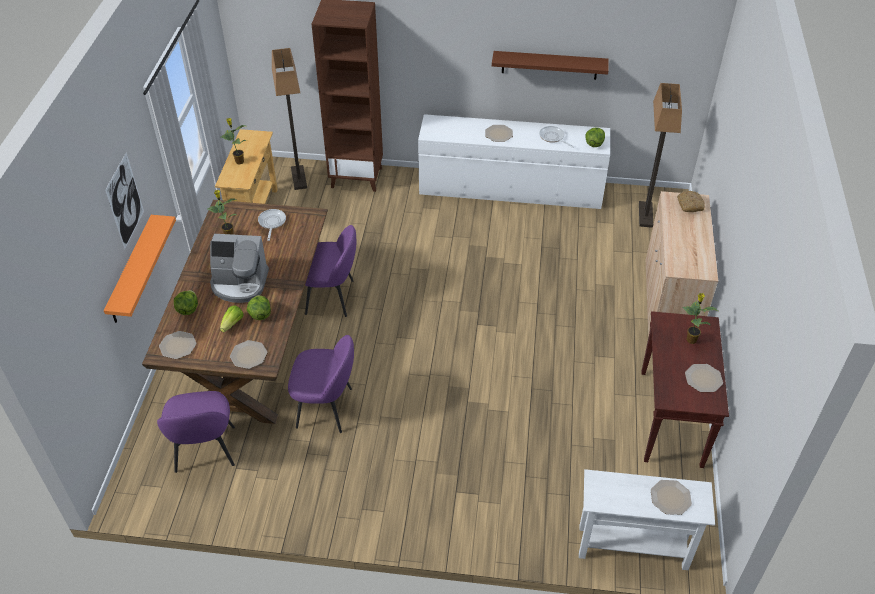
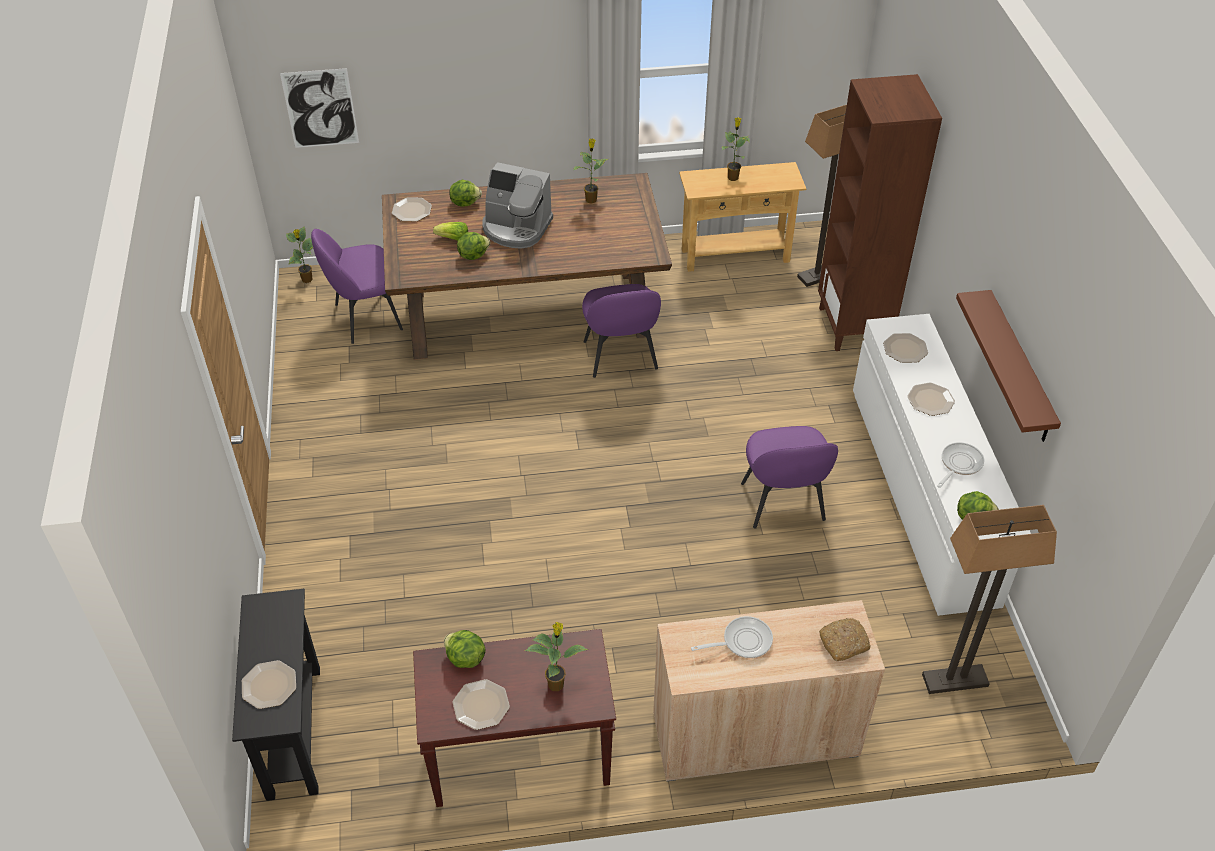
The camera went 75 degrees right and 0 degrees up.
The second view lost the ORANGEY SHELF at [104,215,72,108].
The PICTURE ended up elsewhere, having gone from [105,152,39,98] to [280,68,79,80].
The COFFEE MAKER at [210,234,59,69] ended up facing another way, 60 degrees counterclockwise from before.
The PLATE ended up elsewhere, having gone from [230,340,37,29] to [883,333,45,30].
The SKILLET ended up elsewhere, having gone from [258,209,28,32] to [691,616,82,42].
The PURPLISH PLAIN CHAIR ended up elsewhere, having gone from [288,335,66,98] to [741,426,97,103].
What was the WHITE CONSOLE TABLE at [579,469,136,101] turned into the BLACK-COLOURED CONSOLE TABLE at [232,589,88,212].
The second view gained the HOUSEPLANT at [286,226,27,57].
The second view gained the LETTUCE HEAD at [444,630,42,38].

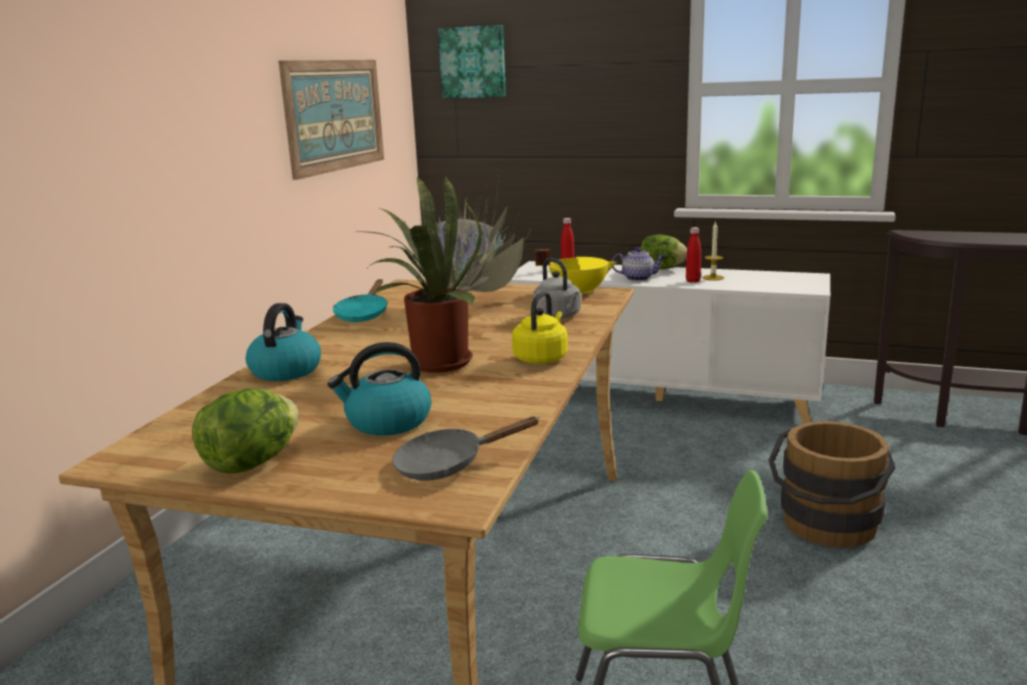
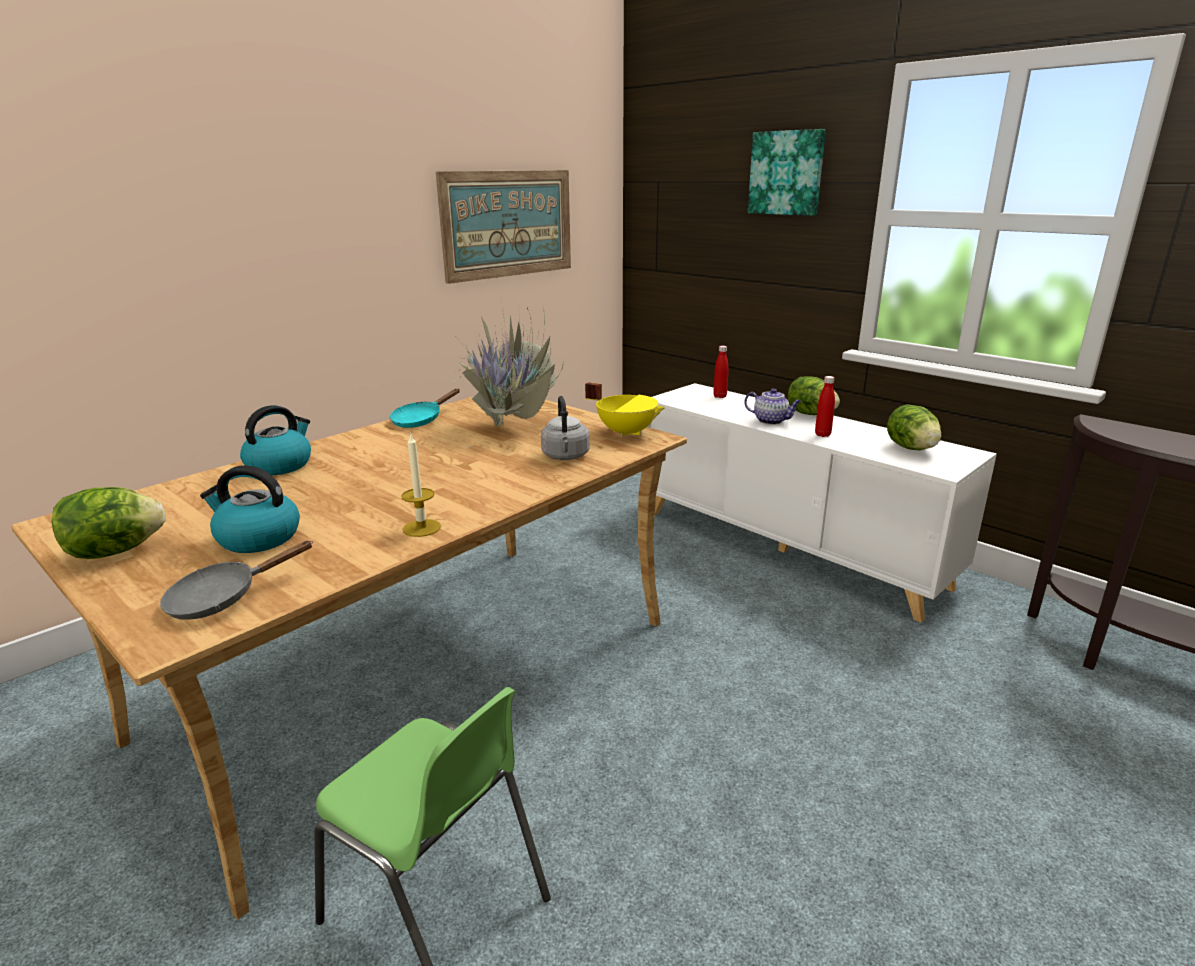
The camera went 25 degrees right and 5 degrees up.
The second view lost the HOUSEPLANT at [354,175,128,198].
The GREY SKILLET at [392,416,148,65] ended up facing another way, 45 degrees counterclockwise from before.
The PICTURE ended up elsewhere, having gone from [438,25,68,74] to [748,129,78,87].
The second view lost the YELLOW TEA KETTLE at [512,291,56,73].
The WAX LIGHT ended up elsewhere, having gone from [702,221,22,60] to [401,432,40,105].
The second view lost the BROWN WATER BUCKET at [768,421,127,127].
The second view gained the LETTUCE HEAD at [887,404,54,46].

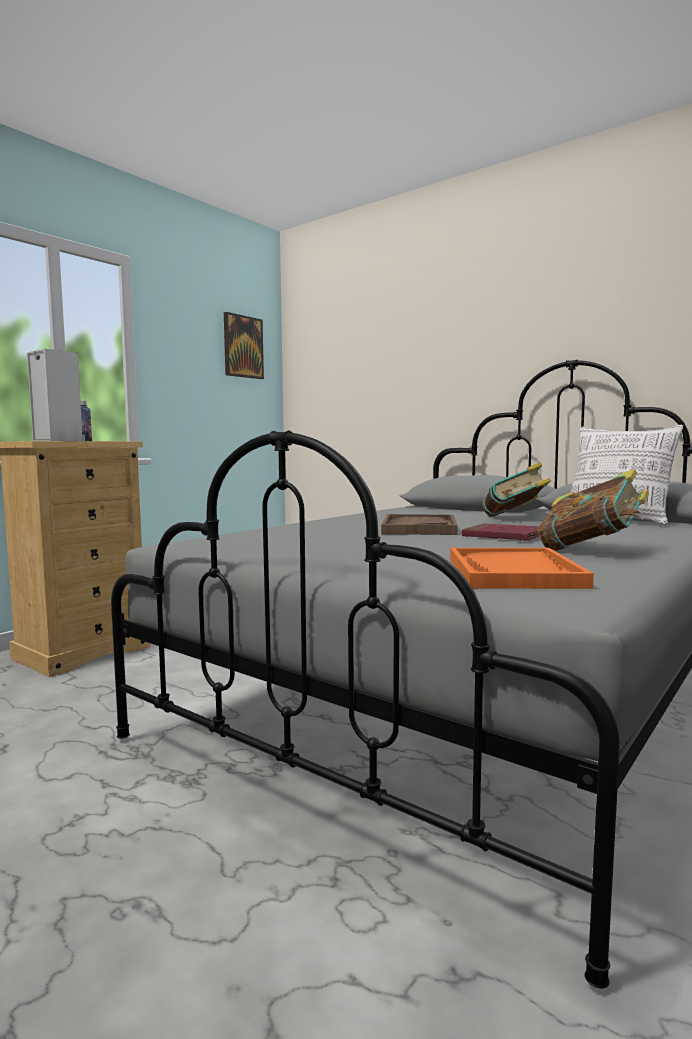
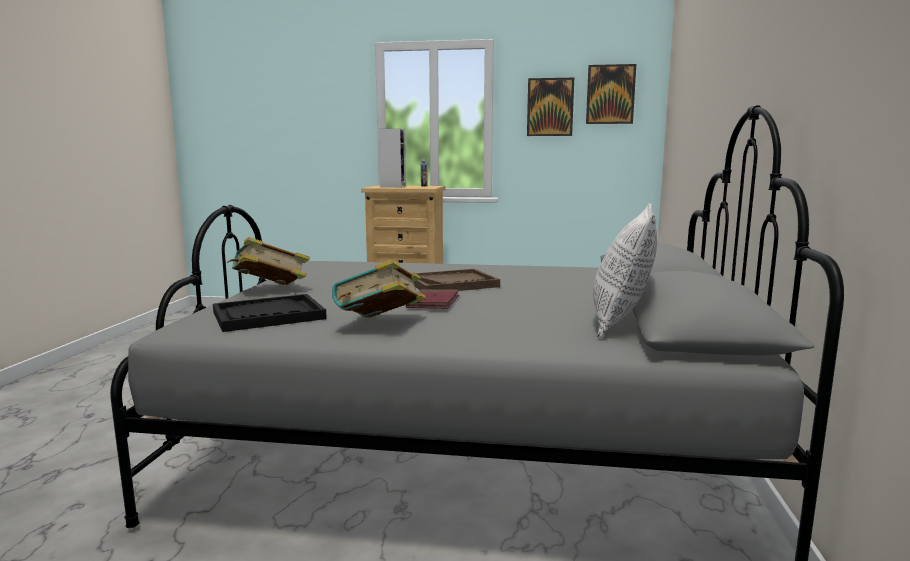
The camera went 60 degrees right and 5 degrees up.
What was the ORANGEY SERVING TRAY at [450,548,144,41] turned into the BLACK-COLOURED SERVING TRAY at [213,294,114,38].
The VOLUME ended up elsewhere, having gone from [482,462,69,55] to [227,237,83,48].
The second view gained the PICTURE at [527,78,47,58].

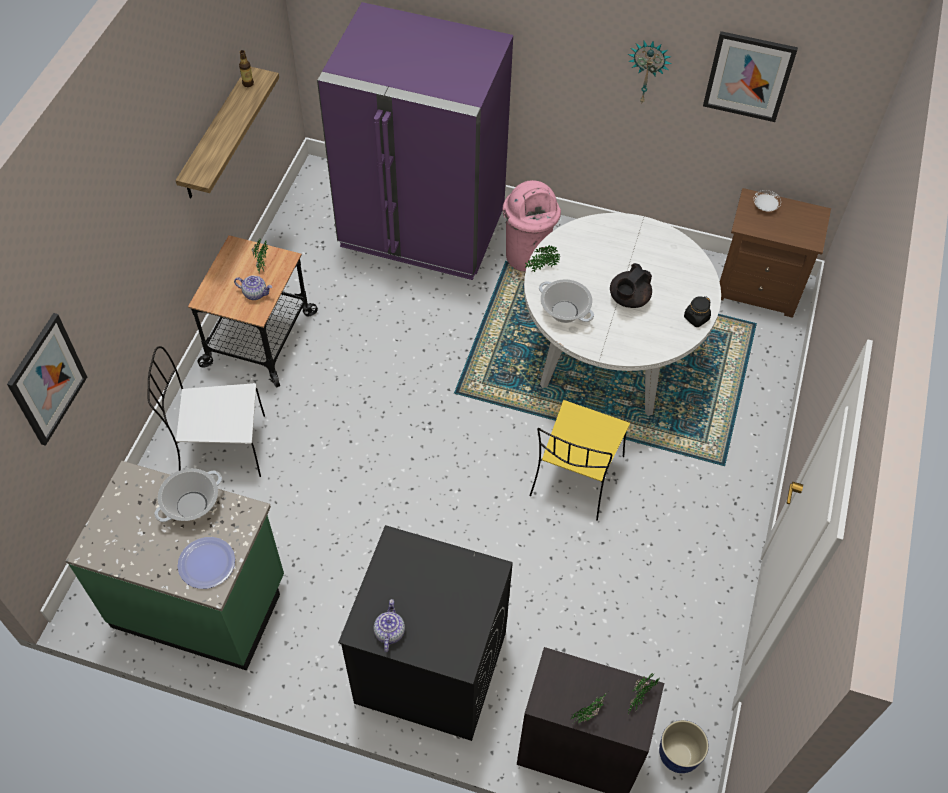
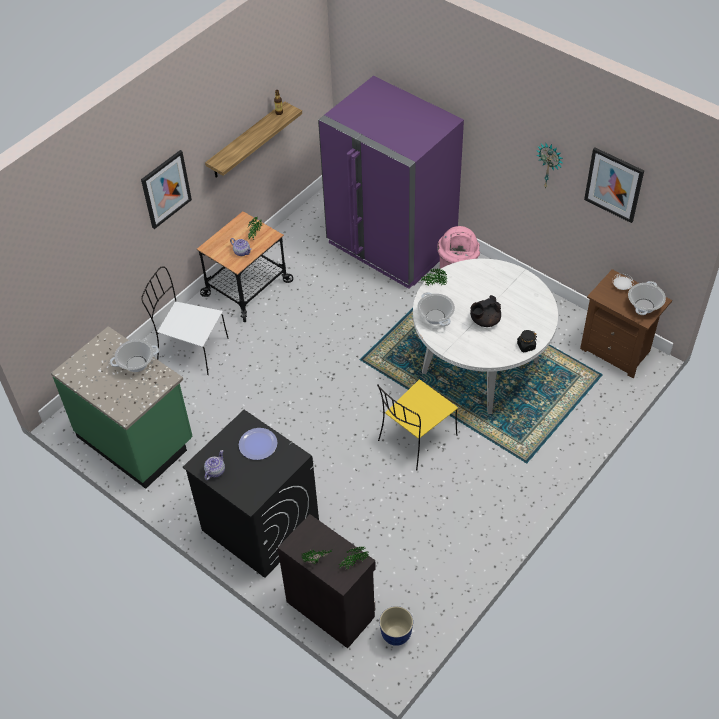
The camera went 25 degrees right and 5 degrees down.
The PICTURE ended up elsewhere, having gone from [7,313,80,133] to [141,150,51,79].
The PLATE ended up elsewhere, having gone from [177,537,58,52] to [239,428,38,32].
The second view gained the SAUCEPOT at [628,281,38,34].

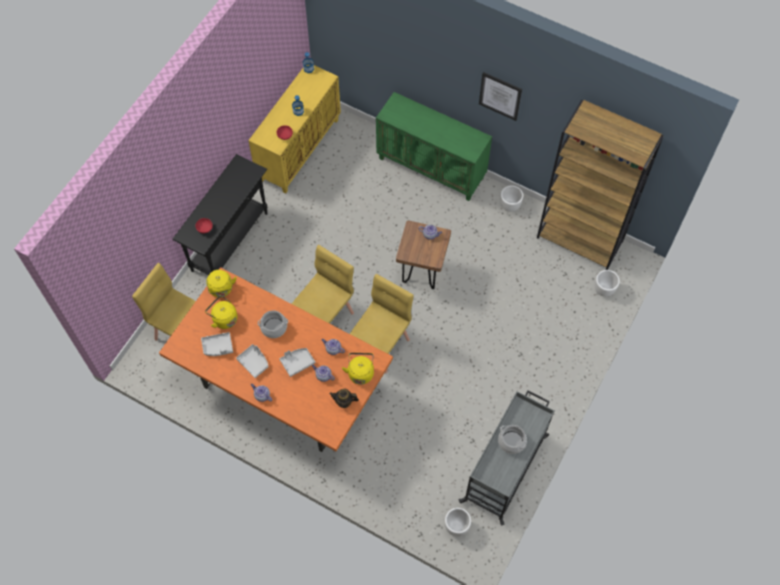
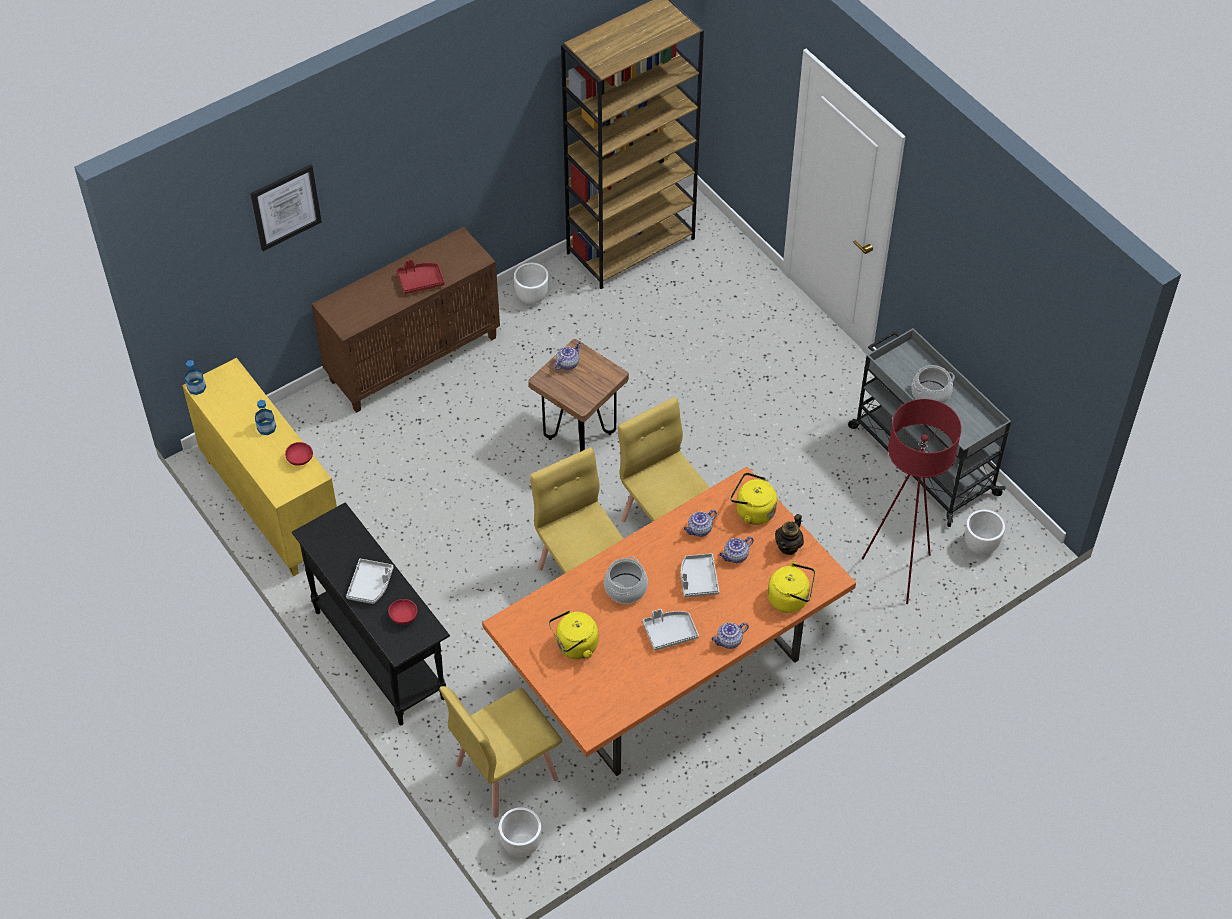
The camera went 65 degrees left and 10 degrees down.
The GREY SERVING TRAY ended up elsewhere, having gone from [201,332,32,24] to [346,559,48,45].
The YELLOW TEA KETTLE ended up elsewhere, having gone from [206,270,31,27] to [768,560,47,53].
What was the GREENISH STORAGE CABINET at [376,92,116,109] turned into the BROWN STORAGE CABINET at [312,227,188,186].
The PICTURE ended up elsewhere, having gone from [479,72,43,49] to [250,164,72,87].
The WHITE FLOWER POT ended up elsewhere, having gone from [595,270,25,27] to [499,807,42,50].
The second view gained the RED SERVING TRAY at [397,259,48,35].
The second view gained the RED FLOOR LAMP at [862,399,100,205].

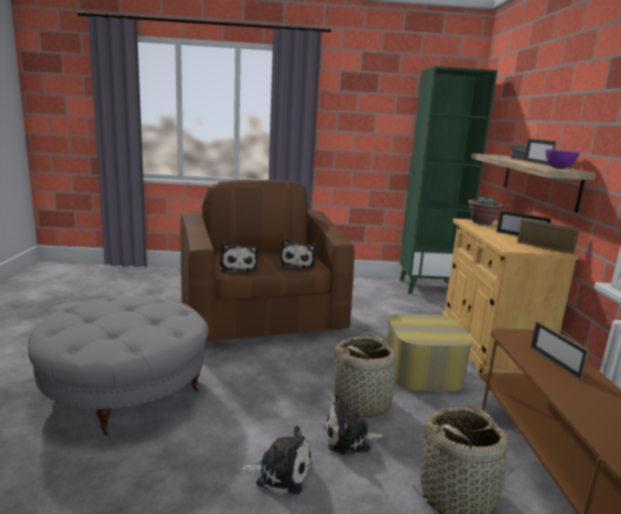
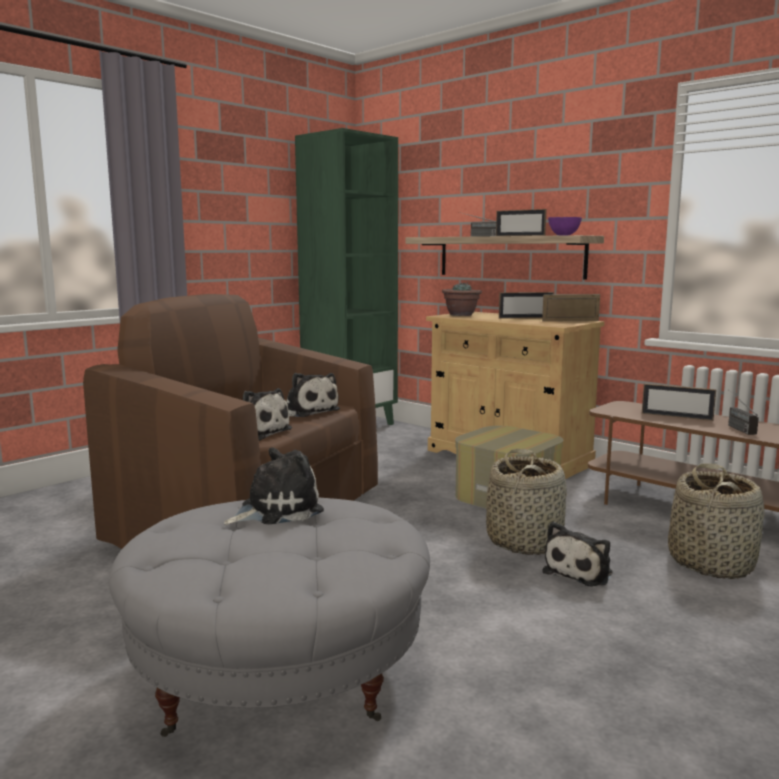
The camera went 45 degrees left and 5 degrees down.
The PLUSH TOY ended up elsewhere, having gone from [240,426,72,69] to [224,447,100,78].
The second view gained the RADIO RECEIVER at [728,389,31,46].

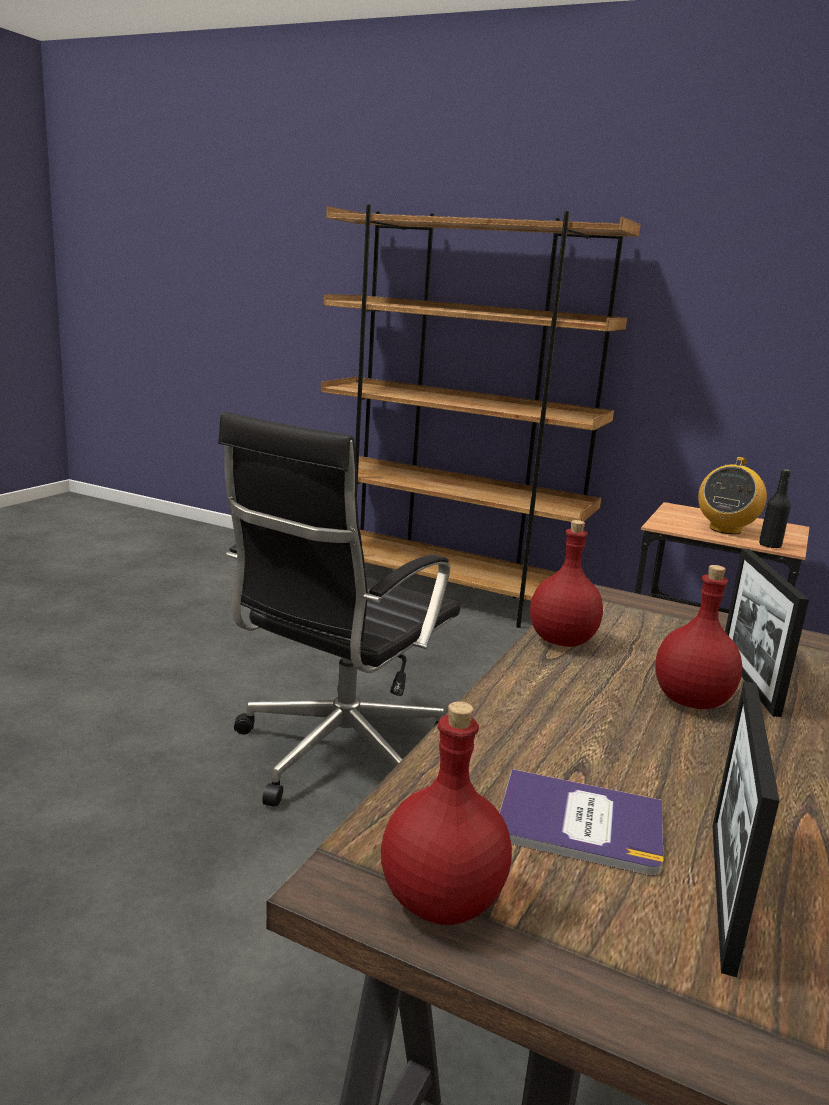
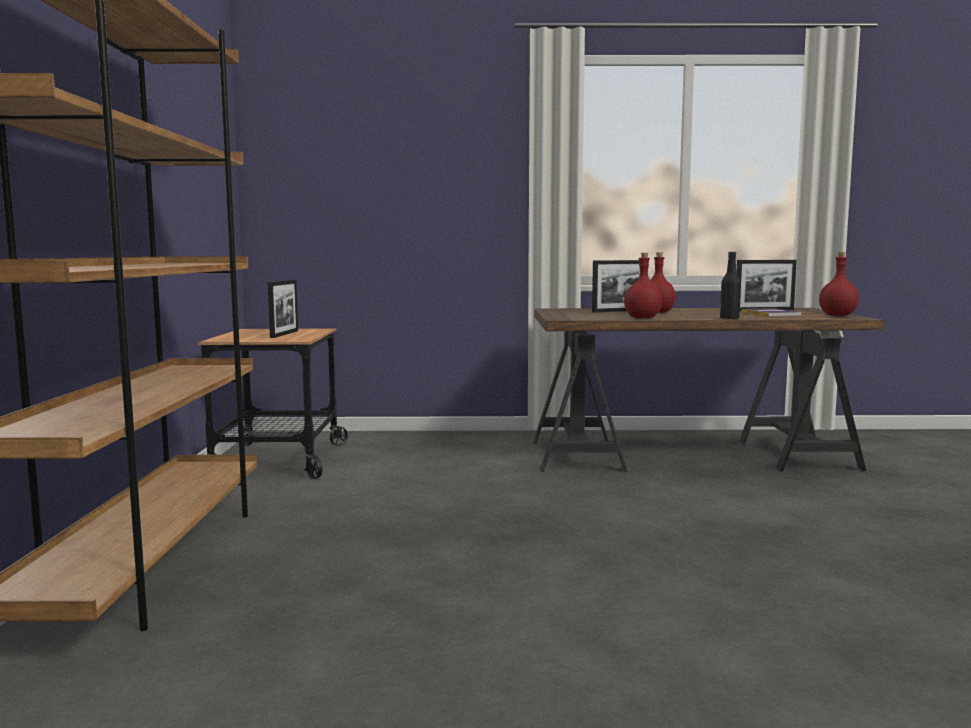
The camera went 115 degrees left and 10 degrees down.
The second view lost the BLACK-COLOURED DESK CHAIR at [218,412,243,395].
Where the RADIO RECEIVER stood at [698,457,69,77], the PICTURE FRAME came to stand at [268,280,30,58].
The BLACK-COLOURED DRINK BOTTLE ended up elsewhere, having gone from [759,469,32,79] to [720,252,21,67].

